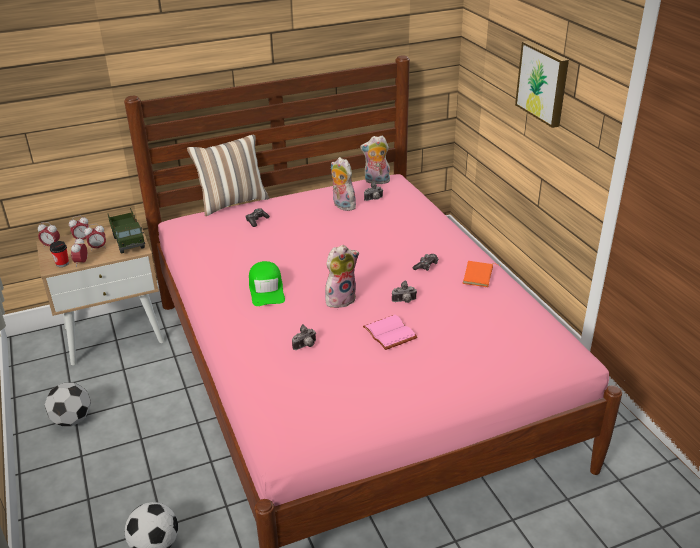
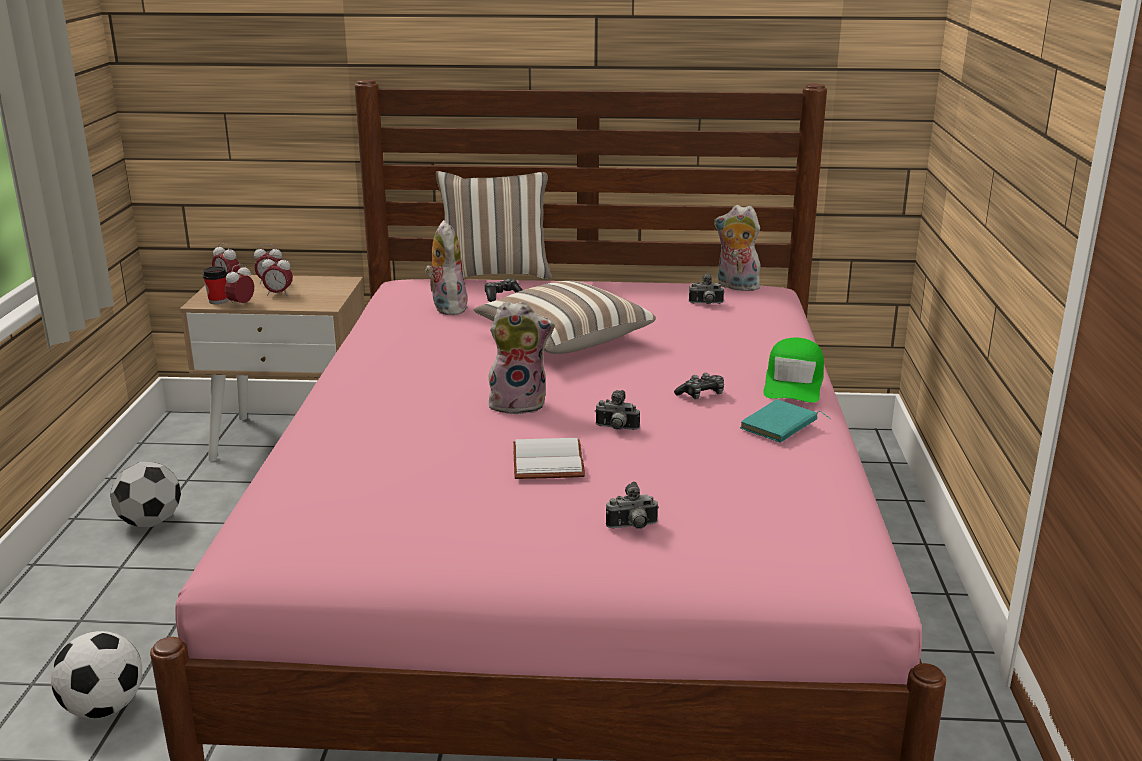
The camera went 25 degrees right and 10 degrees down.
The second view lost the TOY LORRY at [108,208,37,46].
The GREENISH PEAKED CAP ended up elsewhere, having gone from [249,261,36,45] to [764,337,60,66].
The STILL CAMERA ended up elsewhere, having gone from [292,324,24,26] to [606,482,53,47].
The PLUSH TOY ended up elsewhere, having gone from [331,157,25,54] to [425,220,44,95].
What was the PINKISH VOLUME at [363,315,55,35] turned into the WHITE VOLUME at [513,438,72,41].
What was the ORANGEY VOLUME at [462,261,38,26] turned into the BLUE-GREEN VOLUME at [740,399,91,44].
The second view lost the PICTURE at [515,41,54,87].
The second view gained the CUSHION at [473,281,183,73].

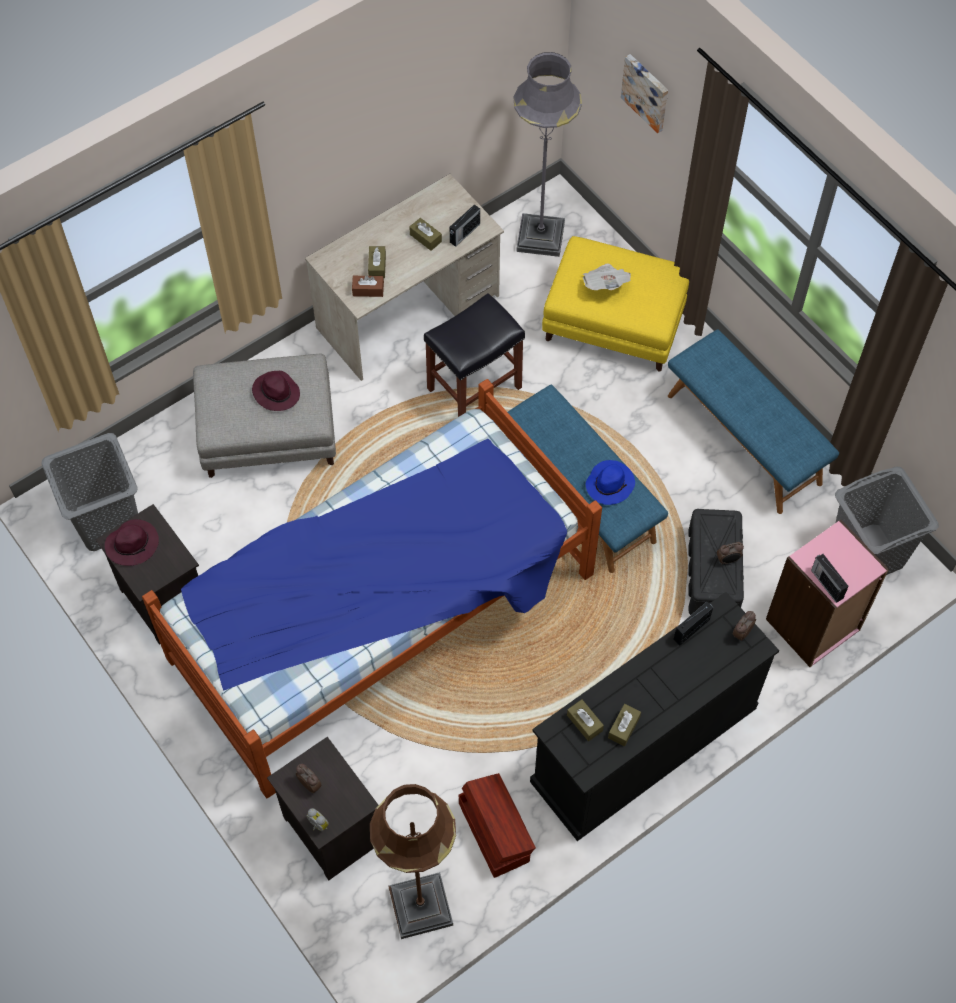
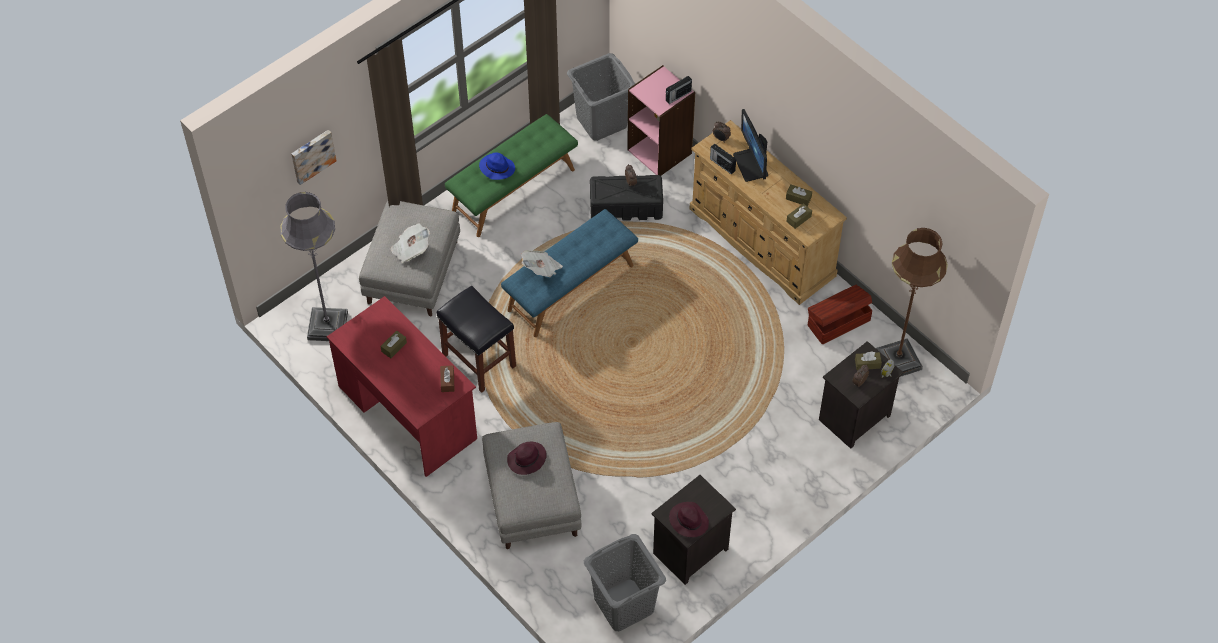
The camera went 95 degrees left and 5 degrees down.
The second view lost the SLEEPING BED at [142,379,460,420].
What was the SAND-COLOURED DESK TABLE at [305,174,199,207] turned into the RED DESK TABLE at [327,296,150,181].
The BROWN TISSUE BOX ended up elsewhere, having gone from [368,246,18,32] to [855,351,27,19].
The second view lost the RADIO RECEIVER at [450,205,30,42].
What was the BLACK-COLOURED CHEST OF DRAWERS at [530,592,249,249] turned into the SAND-COLOURED CHEST OF DRAWERS at [689,120,158,185].
What was the YELLOW FOOTREST at [542,236,147,136] turned into the GREY FOOTREST at [359,201,101,115].
The BLUE-COLOURED CLOTHING HAT ended up elsewhere, having gone from [586,460,49,45] to [479,152,36,28].
What was the BLUE-COLOURED LONG SEAT at [668,329,171,185] turned into the GREENISH LONG SEAT at [445,114,133,123].
The second view gained the DAILY PAPER at [521,250,42,27].
The second view gained the MONITOR at [733,109,35,73].

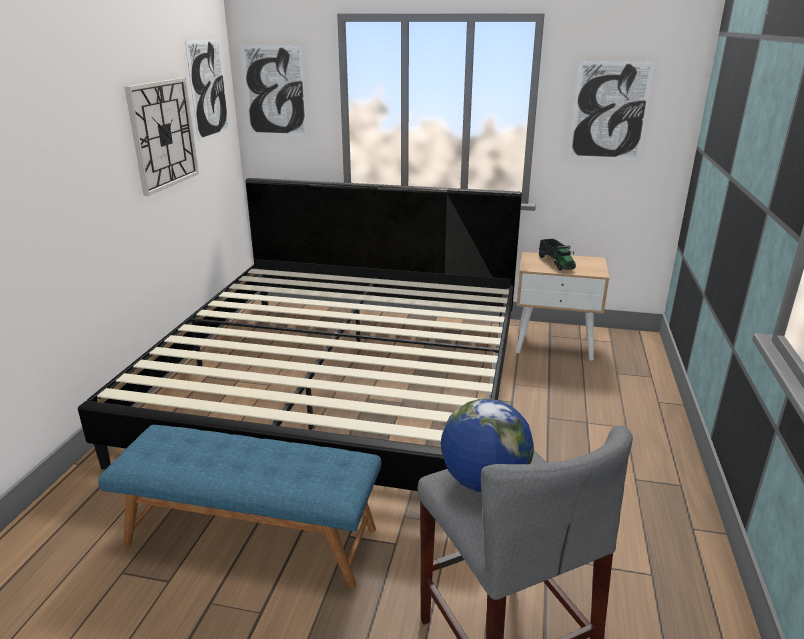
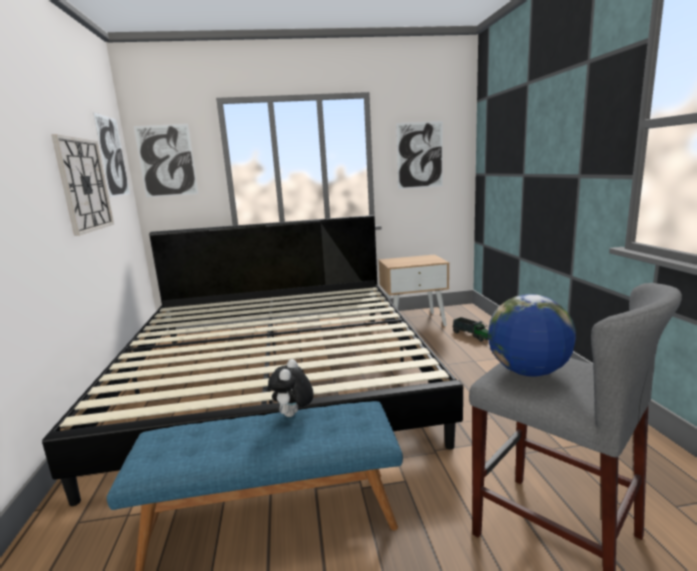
The camera went 20 degrees left and 10 degrees down.
The TOY LORRY ended up elsewhere, having gone from [539,239,37,32] to [452,317,36,24].
The second view gained the PLUSH TOY at [268,359,46,58].

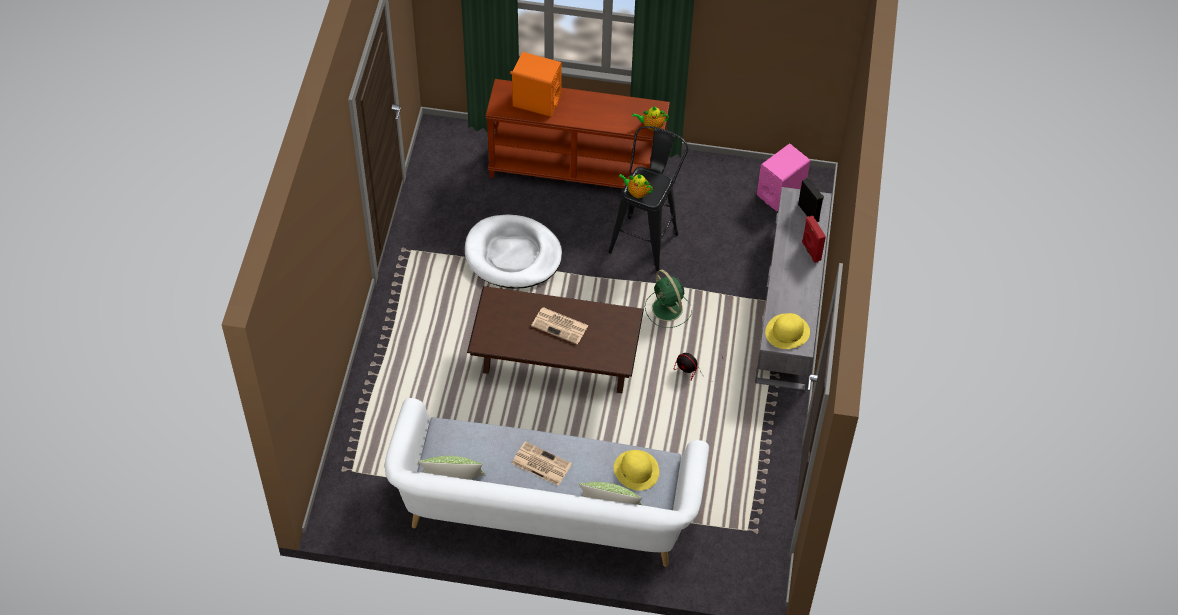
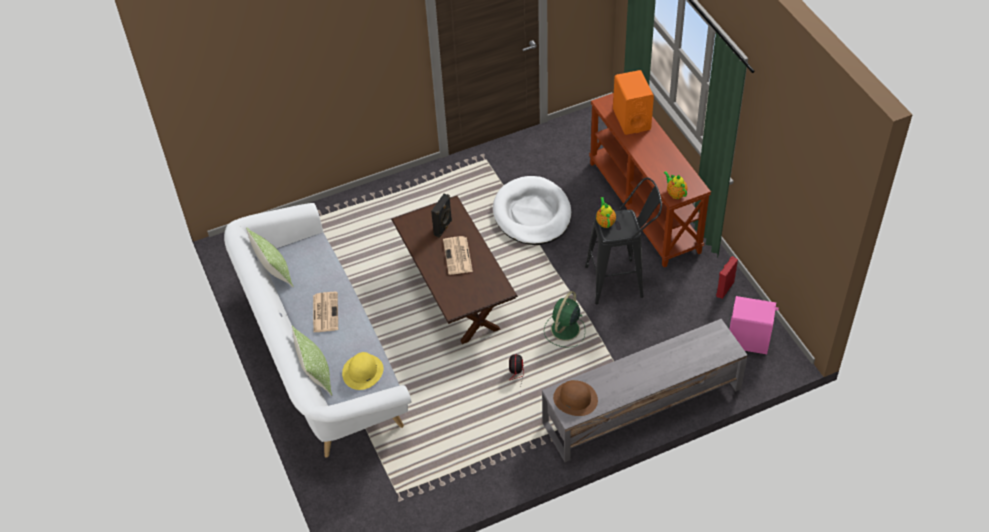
The camera went 60 degrees right and 5 degrees down.
What was the YELLOW CLOTHING HAT at [765,313,45,36] turned into the BROWN CLOTHING HAT at [553,380,45,36].
The BLACK-COLOURED SPEAKER ended up elsewhere, having gone from [798,177,26,45] to [431,194,21,44].
The RED SPEAKER ended up elsewhere, having gone from [802,216,24,47] to [716,256,22,43].

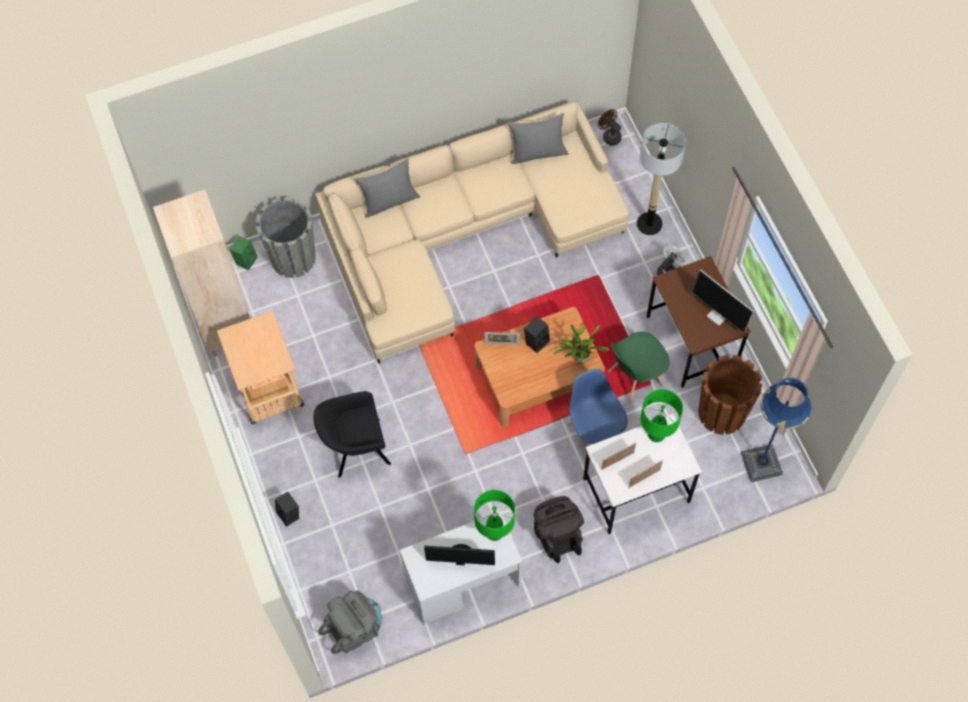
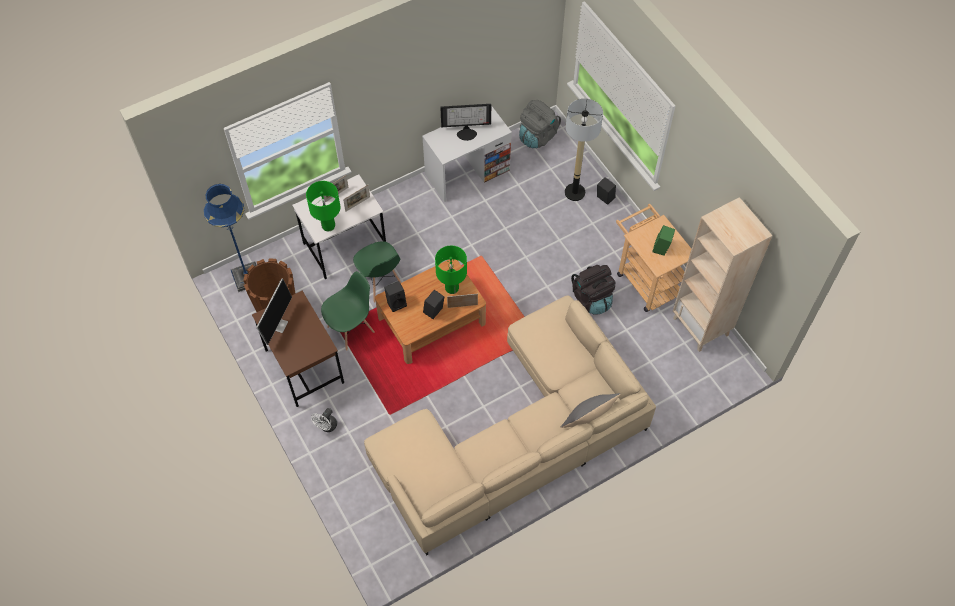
The camera went 170 degrees right and 5 degrees down.
The GREENISH SPEAKER ended up elsewhere, having gone from [229,236,28,34] to [652,225,23,31].
The second view lost the GREY FLOWER POT at [256,197,60,81].
The second view lost the BLACK-COLOURED LOUNGE CHAIR at [314,391,77,87].
The GREENISH LAMP FOR A TABLE ended up elsewhere, having gone from [474,490,41,51] to [435,246,32,48].
The second view lost the GREY CUSHION at [507,113,62,51].
The BLACK-COLOURED KNAPSACK ended up elsewhere, having gone from [534,496,50,67] to [571,265,45,50].
Where the HOUSEPLANT stood at [554,324,55,39], the BLACK-COLOURED SPEAKER came to stand at [384,281,23,31].
What was the BLUE-COLOURED PLAIN CHAIR at [567,369,61,91] turned into the GREENISH PLAIN CHAIR at [353,241,49,62].
The second view lost the BROWN COOLING FAN at [598,109,24,37].
The FLOOR LAMP ended up elsewhere, having gone from [637,123,49,112] to [565,98,38,103].
The MONITOR at [692,269,62,64] ended up facing another way, 75 degrees clockwise from before.

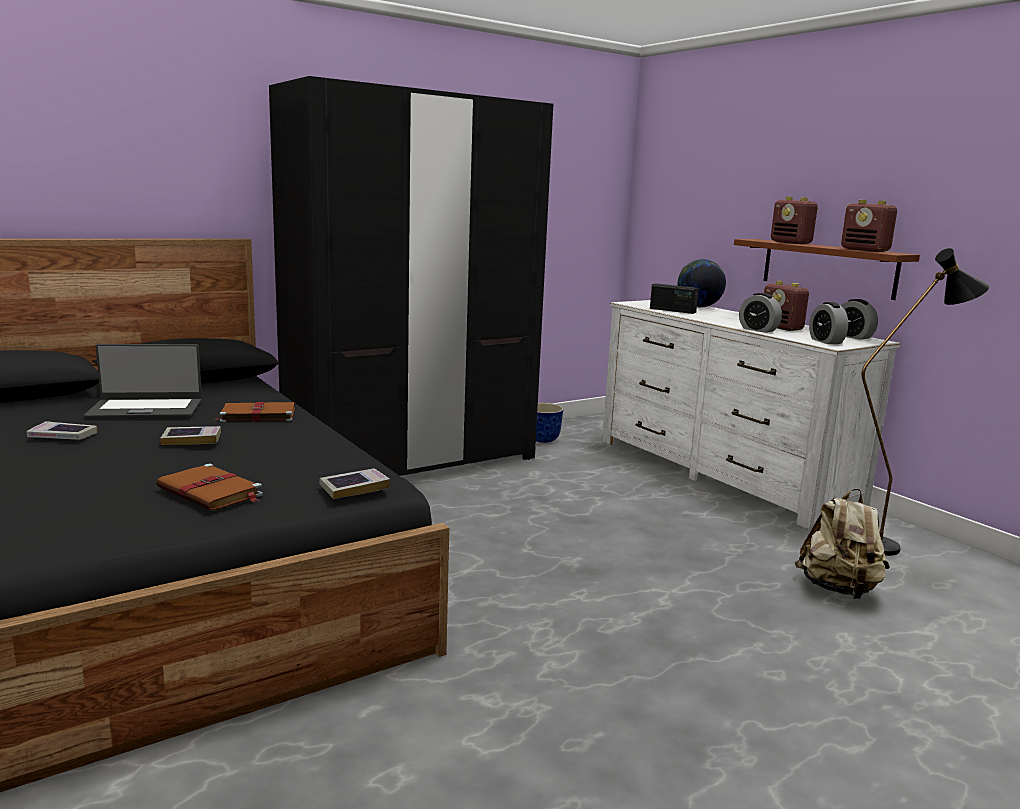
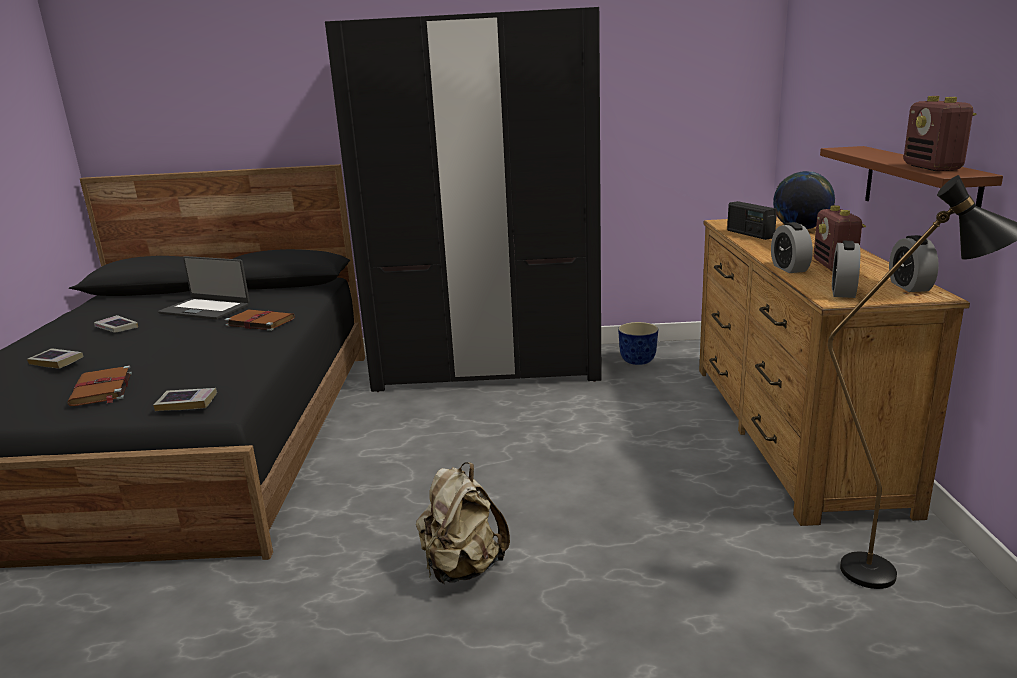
The camera went 35 degrees right and 5 degrees up.
The VOLUME ended up elsewhere, having gone from [160,426,61,19] to [27,348,57,21].
What was the WHITE CHEST OF DRAWERS at [602,300,299,230] turned into the BROWN CHEST OF DRAWERS at [699,217,271,309].
The second view lost the RADIO RECEIVER at [771,197,47,47].
The SAND-COLOURED KNAPSACK ended up elsewhere, having gone from [795,489,95,110] to [416,463,94,121].

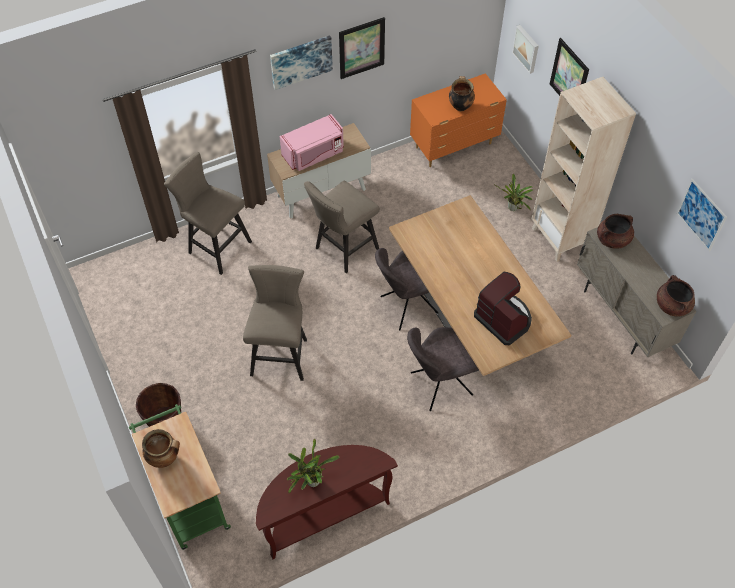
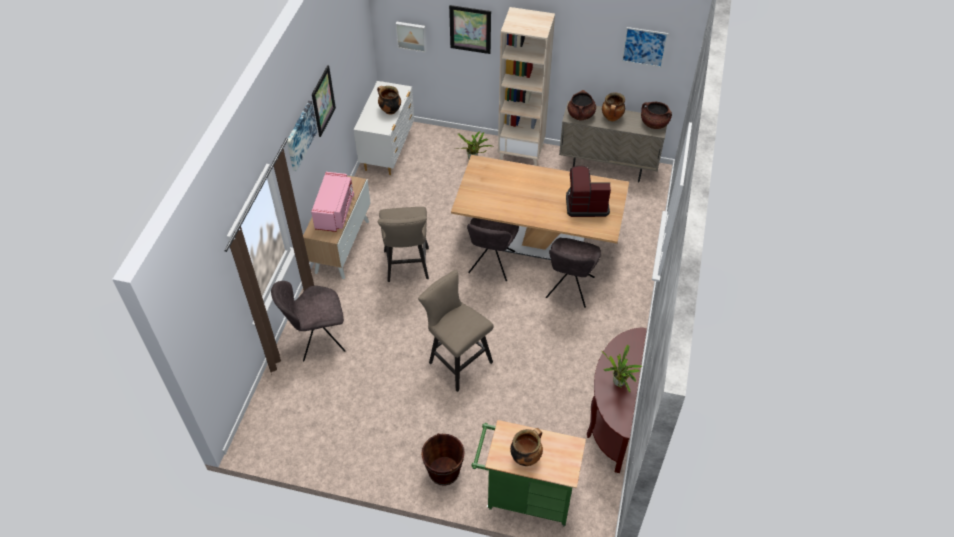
The camera went 50 degrees left and 5 degrees down.
Where the SAND-COLOURED SITTING STOOL stood at [164,152,88,123], the GREY PLAIN CHAIR came to stand at [271,281,75,80].
What was the ORANGEY CHEST OF DRAWERS at [410,73,97,94] turned into the WHITE CHEST OF DRAWERS at [354,81,60,94].
The second view gained the SAUCEPOT at [602,93,23,28].

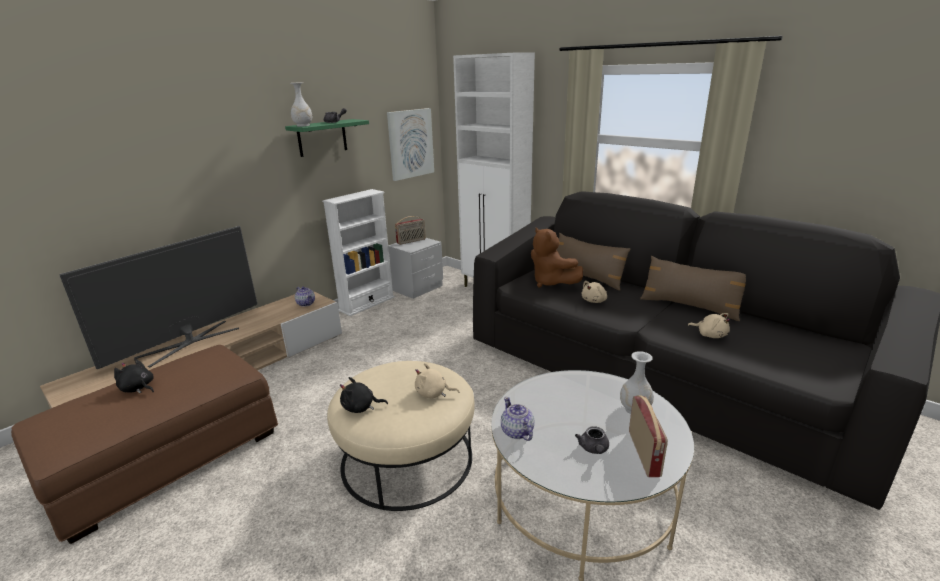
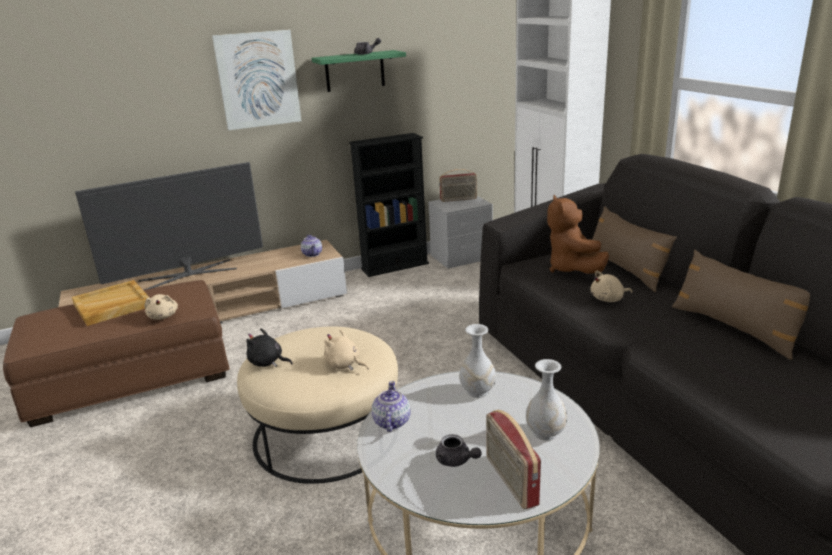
The camera went 25 degrees right and 0 degrees up.
Where the BLACK-COLOURED PLUSH TOY stood at [114,358,40,36], the SAND-COLOURED SERVING TRAY came to stand at [72,280,78,46].
The WHITE FLOWER VASE ended up elsewhere, having gone from [290,82,22,45] to [459,324,37,74].
What was the WHITE BOOKSHELF at [322,189,73,127] turned into the BLACK-COLOURED BOOKSHELF at [349,133,80,144].
The PICTURE ended up elsewhere, having gone from [387,108,47,73] to [212,30,89,100].
The GREY TEAPOT at [575,426,34,28] ended up facing another way, 75 degrees counterclockwise from before.
The RADIO RECEIVER at [629,395,39,82] ended up facing another way, 135 degrees clockwise from before.
The SAND-COLOURED PLUSH TOY ended up elsewhere, having gone from [687,313,43,25] to [144,294,34,26].

